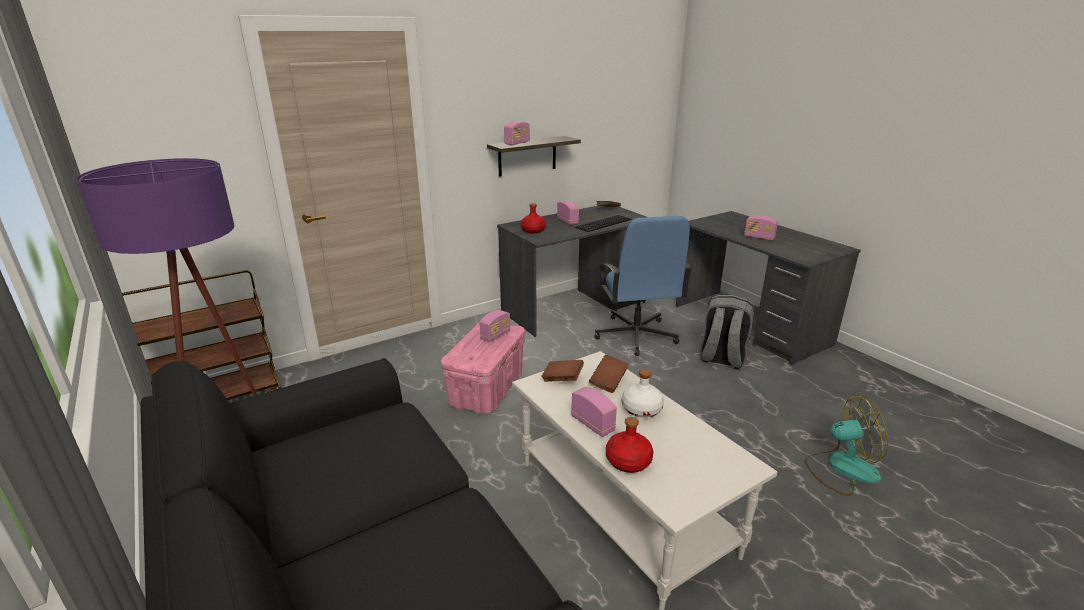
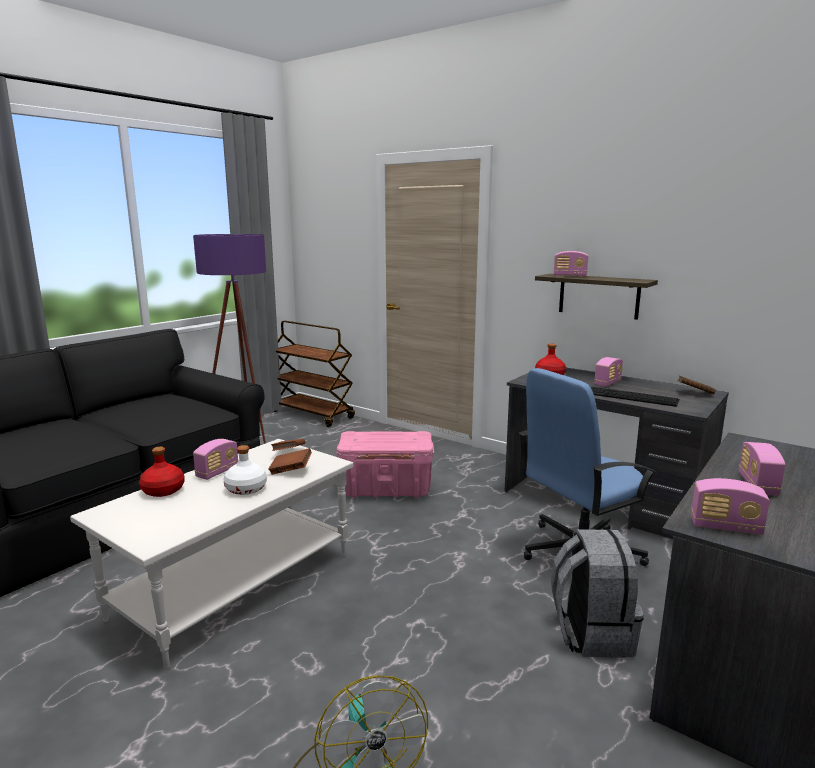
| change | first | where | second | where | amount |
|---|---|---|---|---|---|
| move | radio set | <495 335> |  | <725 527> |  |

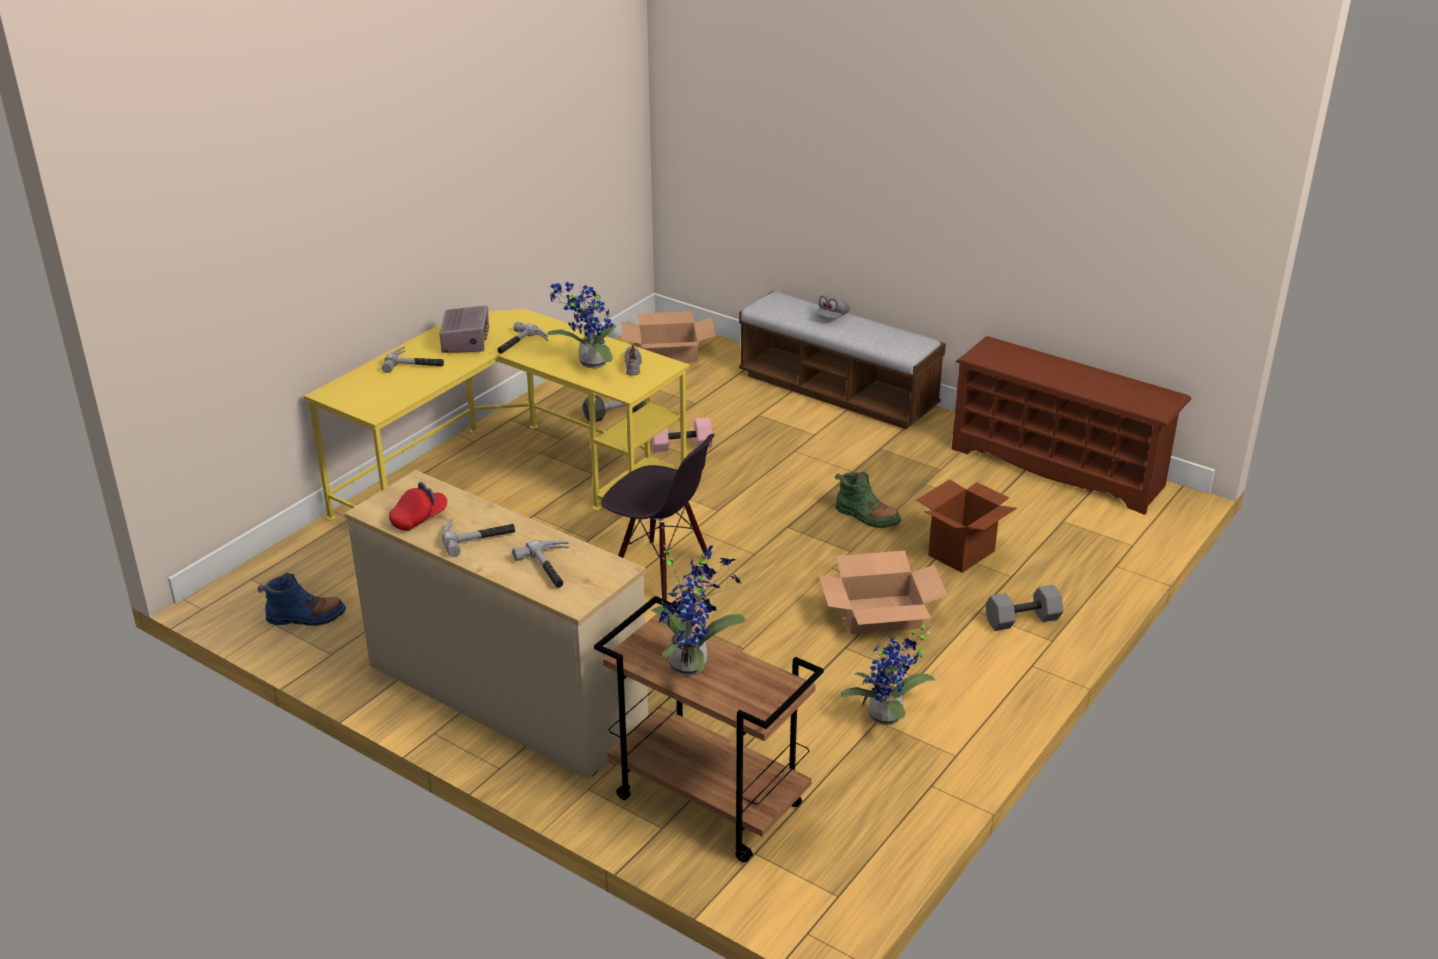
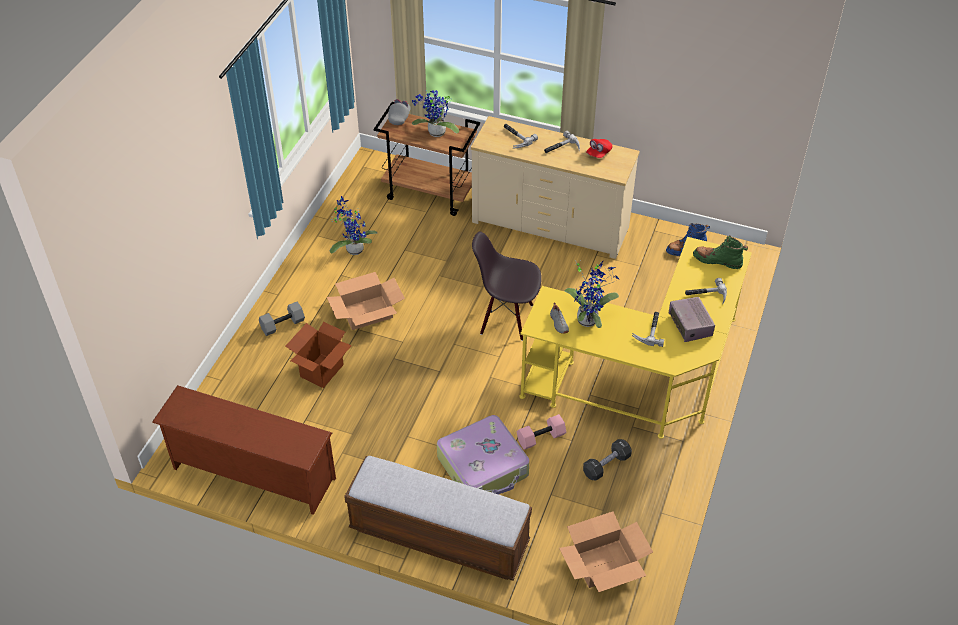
| change | first | where | second | where | amount |
|---|---|---|---|---|---|
| move | greyish peaked cap | <831 317> |  | <399 117> |  |
| move | green high-top boot | <866 516> |  | <717 261> |  |
| insert |  |  | travel case | <484 467> |  |

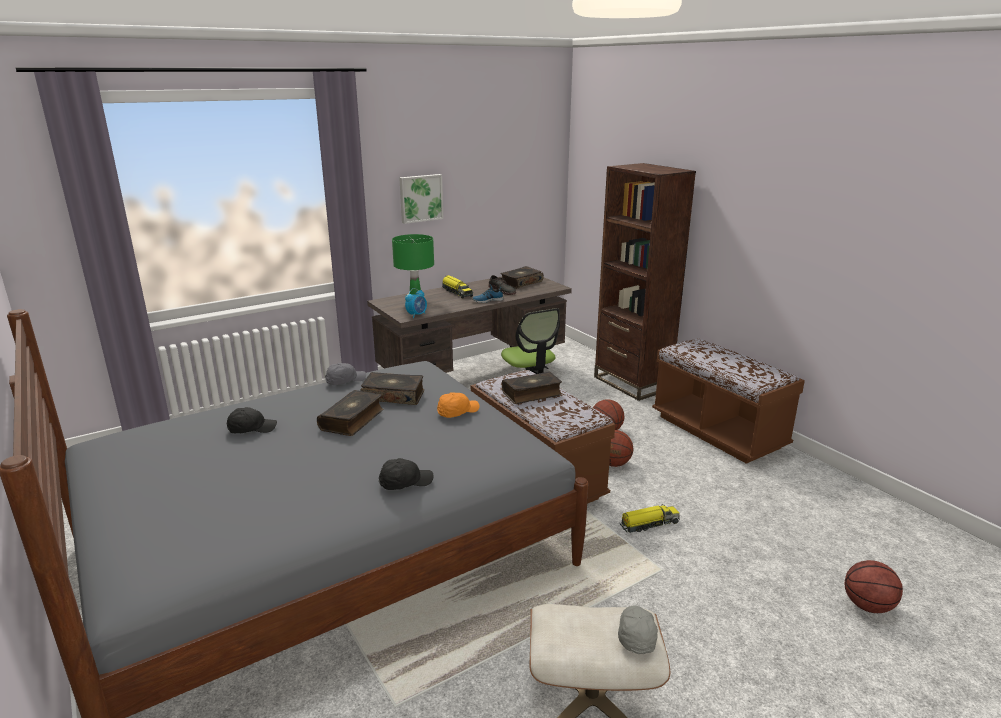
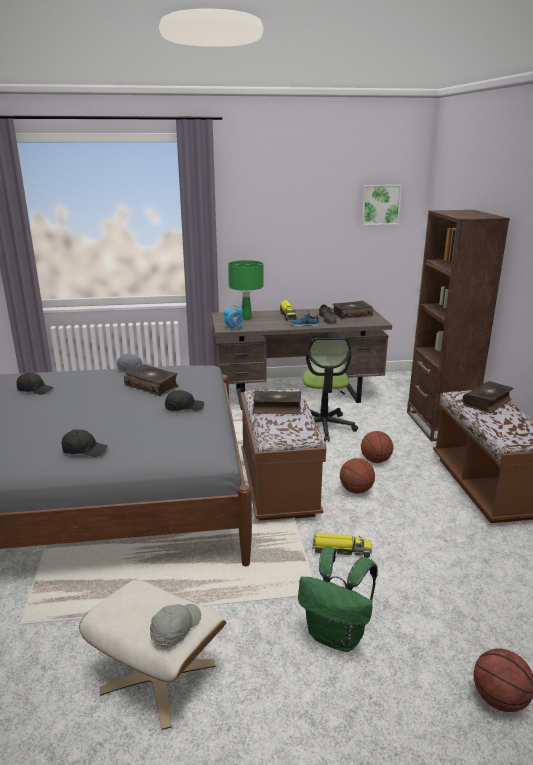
| change | first | where | second | where | amount |
|---|---|---|---|---|---|
| move | book | <353 420> |  | <487 402> |  |
| move | picture | <420 198> |  | <380 204> |  |
| recolor | orangey peaked cap | <457 412> | blackish peaked cap | <183 407> |  |
| insert |  |  | green backpack | <337 636> |  |

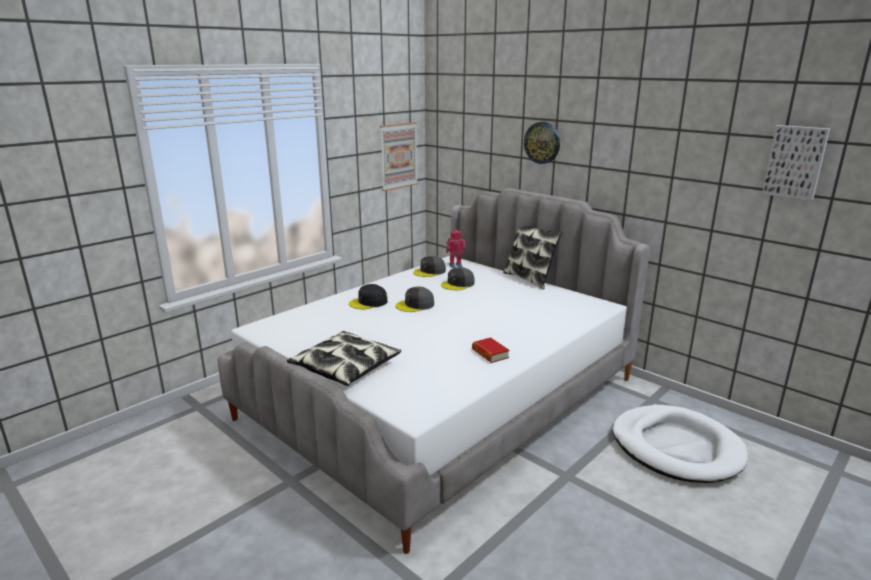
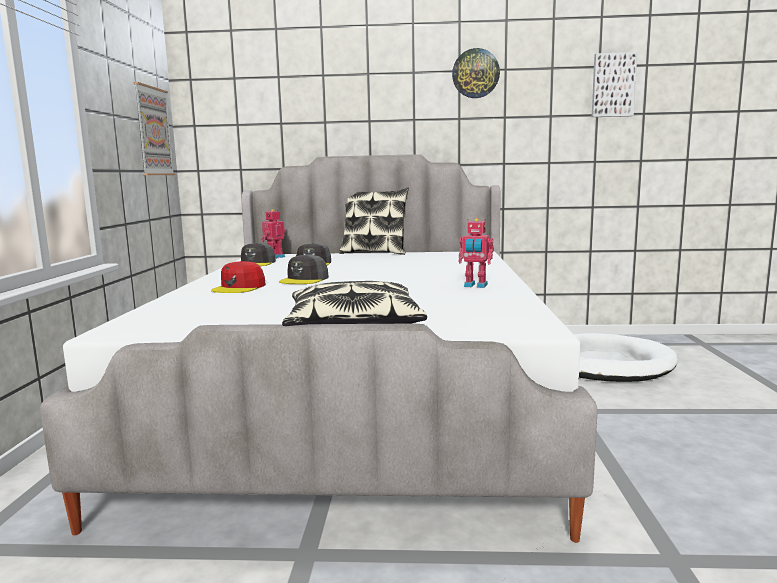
| change | first | where | second | where | amount |
|---|---|---|---|---|---|
| recolor | blackish peaked cap | <368 302> | red peaked cap | <239 287> |  |
| replace | book | <490 354> | model robot | <475 286> |  |
| move | hanging clock | <542 142> |  | <475 73> |  |

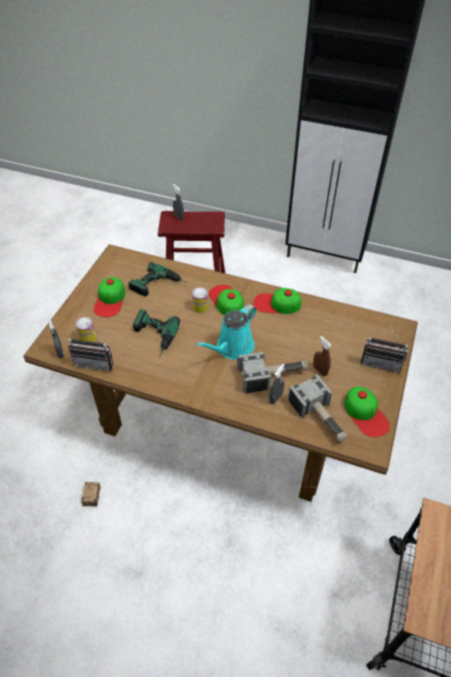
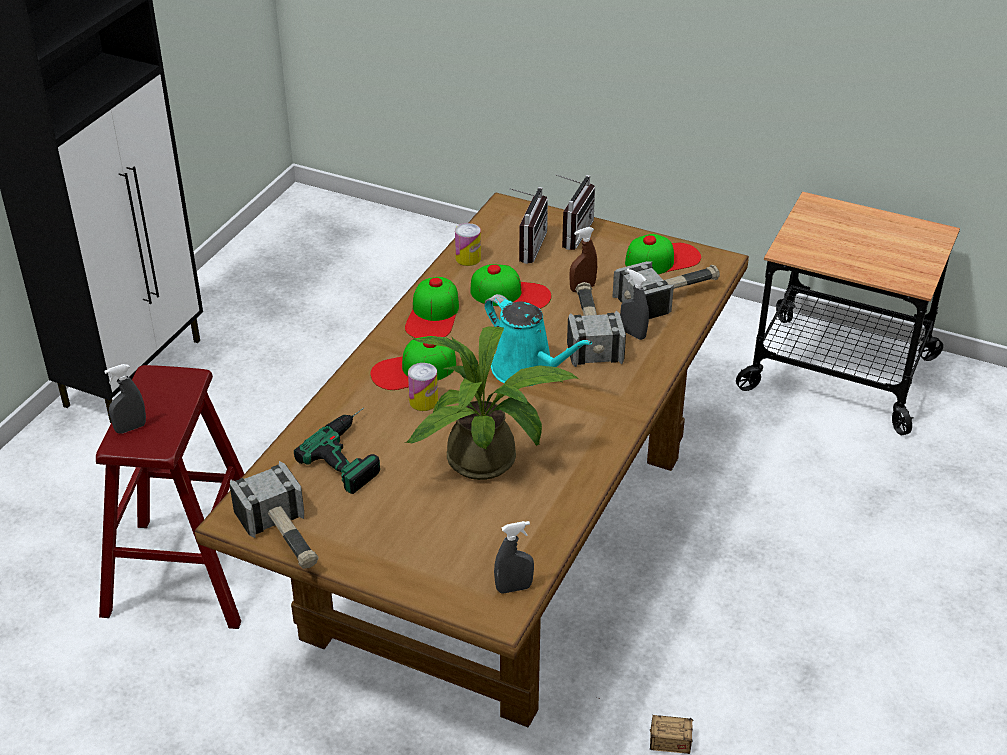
| change | first | where | second | where | amount |
|---|---|---|---|---|---|
| move | radio set | <96 362> |  | <526 246> |  |
| move | metal can | <87 337> |  | <468 258> |  |
| move | peaked cap | <110 300> |  | <510 294> |  |
| replace | power drill | <153 337> | potted plant | <490 461> |  |
| insert |  |  | hand hammer | <284 537> |  |

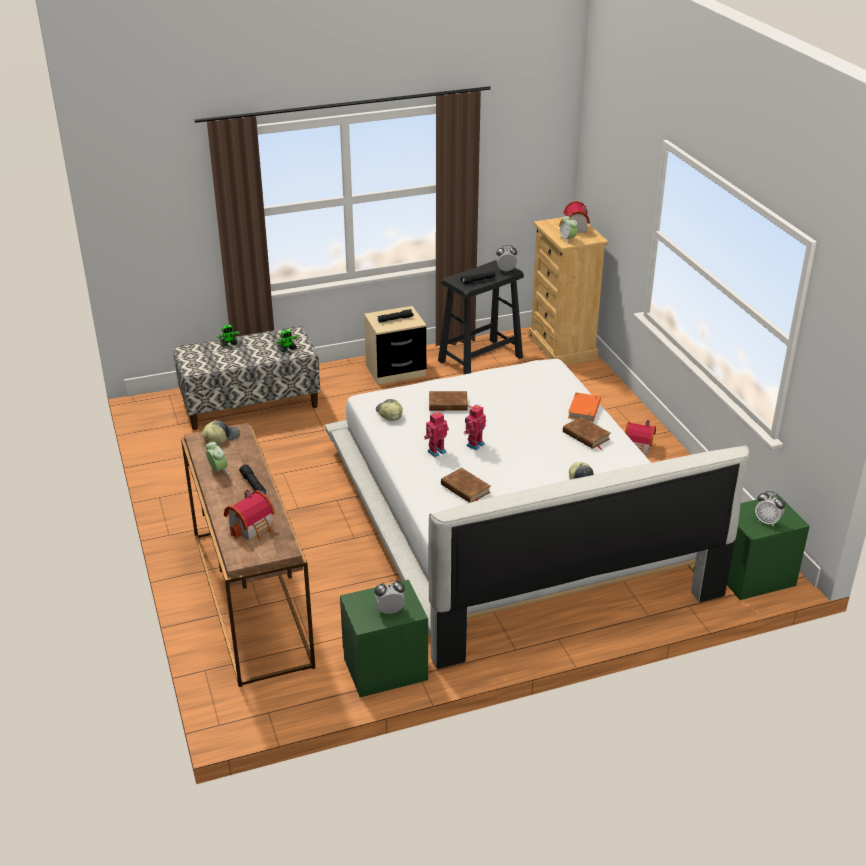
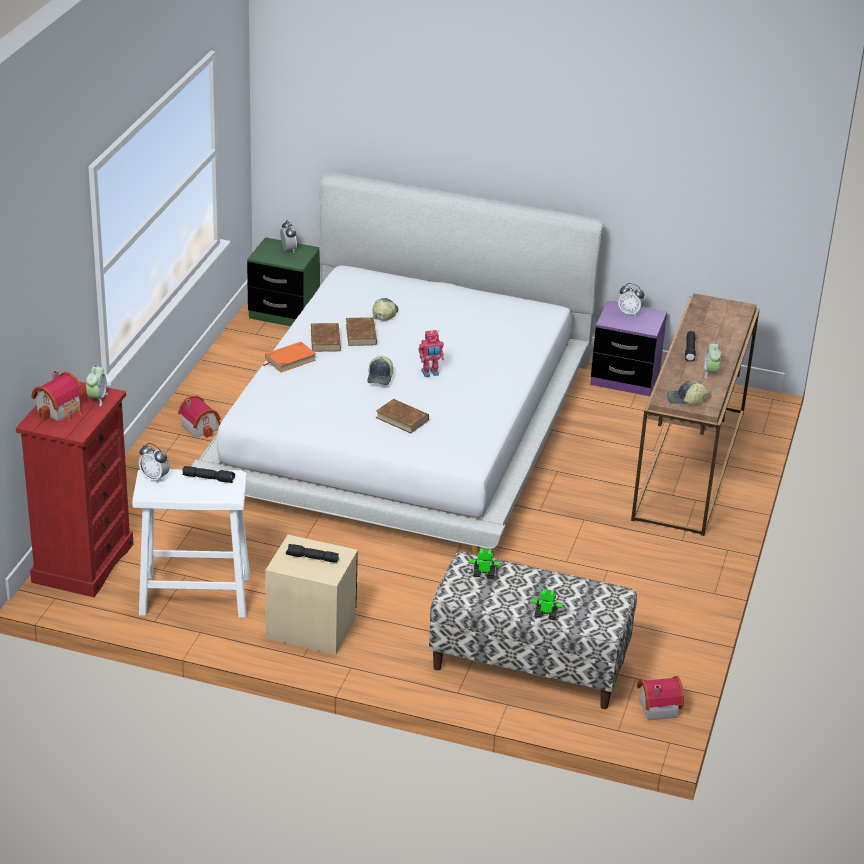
| change | first | where | second | where | amount |
|---|---|---|---|---|---|
| move | model house | <253 527> |  | <656 706> |  |
| recolor | green bedside table | <385 668> | purple bedside table | <625 379> |  |
| move | peaked cap | <388 414> |  | <380 377> |  |
| delete | model robot | <436 451> |  |  |  |
| recolor | blackish sitting stool | <480 359> | white-coloured sitting stool | <196 595> |  |
| move | brownish book | <465 489> |  | <361 334> |  |
| recolor | beige drawer chest | <562 348> | red drawer chest | <83 562> |  |

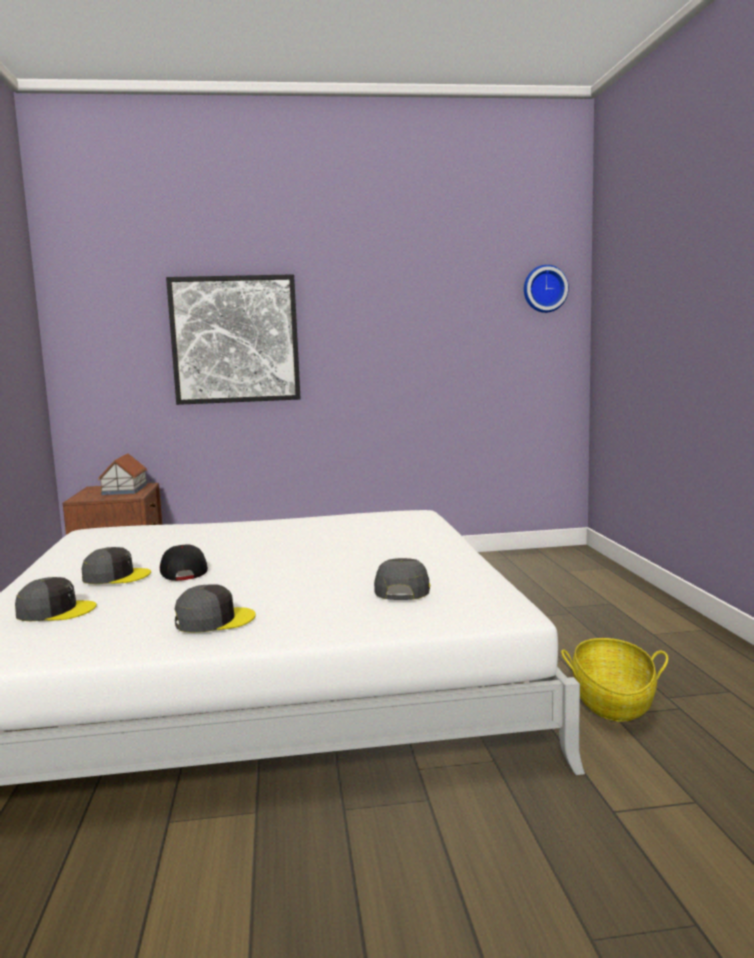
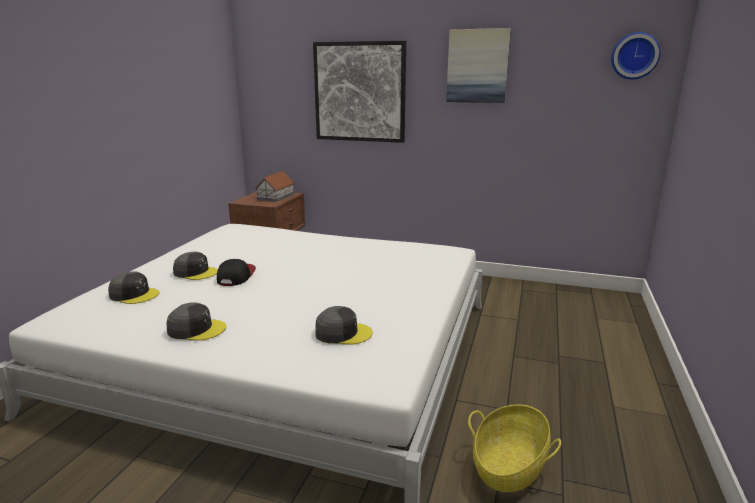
| change | first | where | second | where | amount |
|---|---|---|---|---|---|
| rotate | greyish peaked cap | <402 589> |  | <343 333> | 60 degrees clockwise |
| insert |  |  | picture | <477 66> |  |

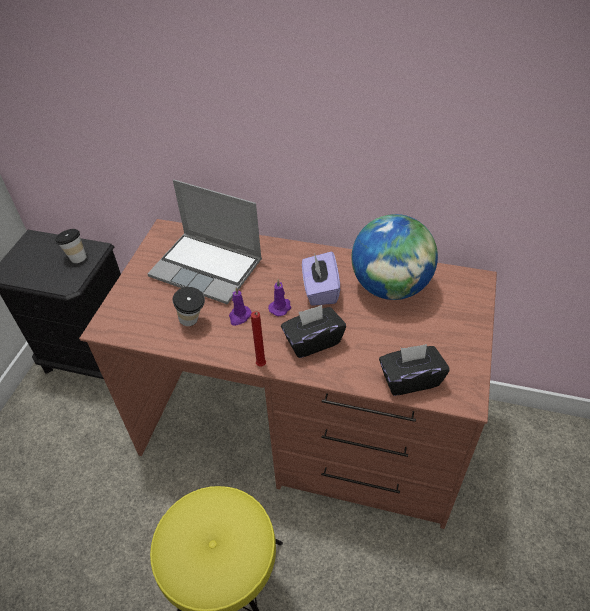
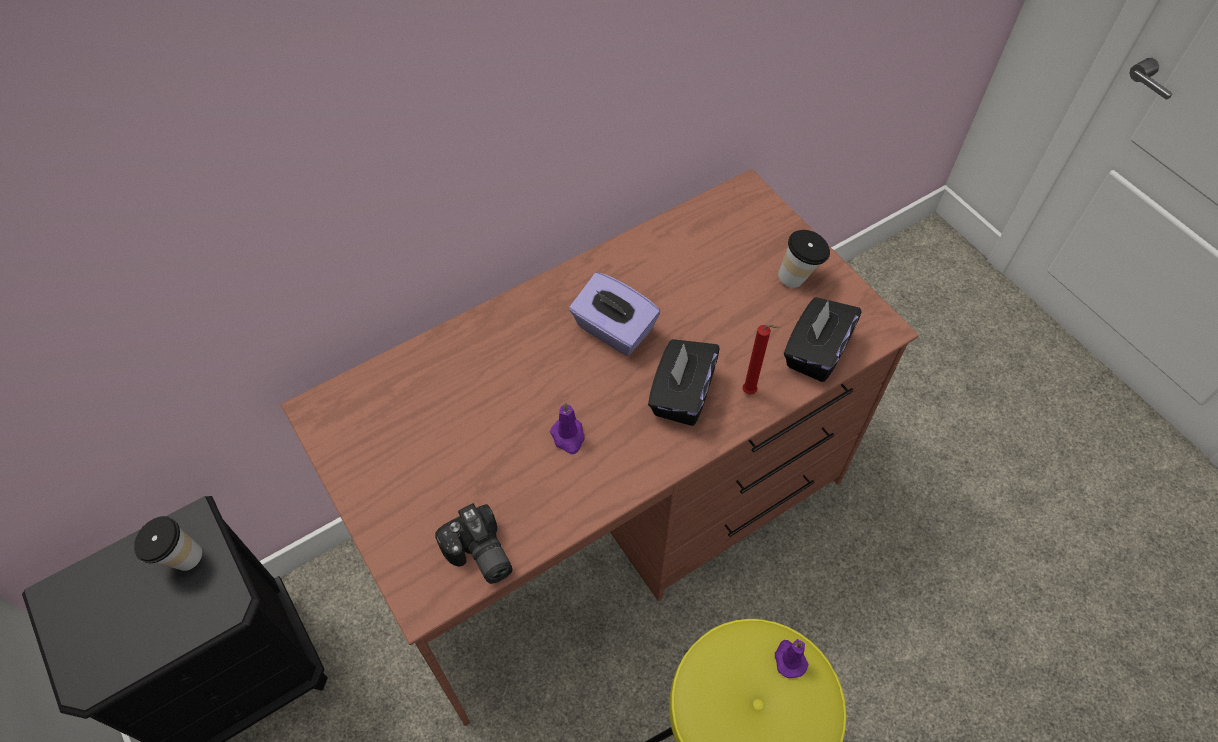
| change | first | where | second | where | amount |
|---|---|---|---|---|---|
| delete | notebook computer | <208 268> |  |  |  |
| move | cup | <193 322> |  | <799 278> |  |
| move | red wax candle | <261 366> |  | <751 392> |  |
| move | purple wax candle | <280 307> |  | <789 659> |  |
| delete | desk globe | <390 287> |  |  |  |
| insert |  |  | still camera | <478 556> |  |

